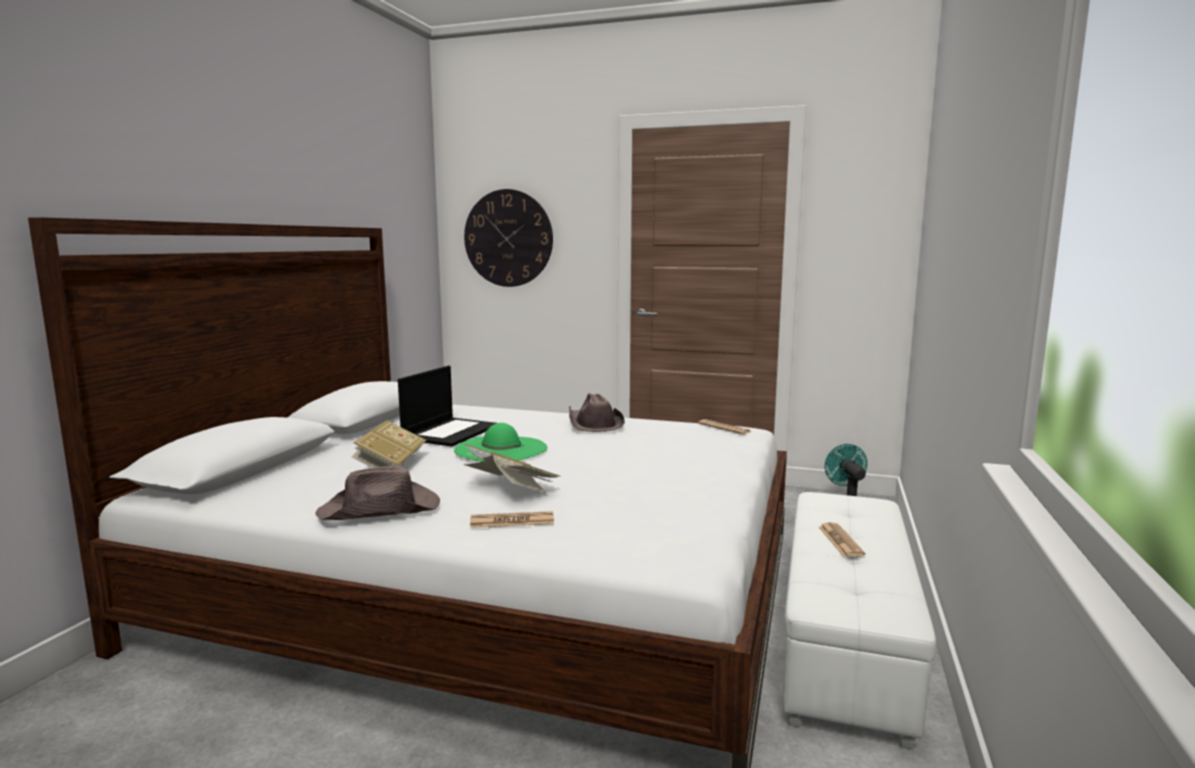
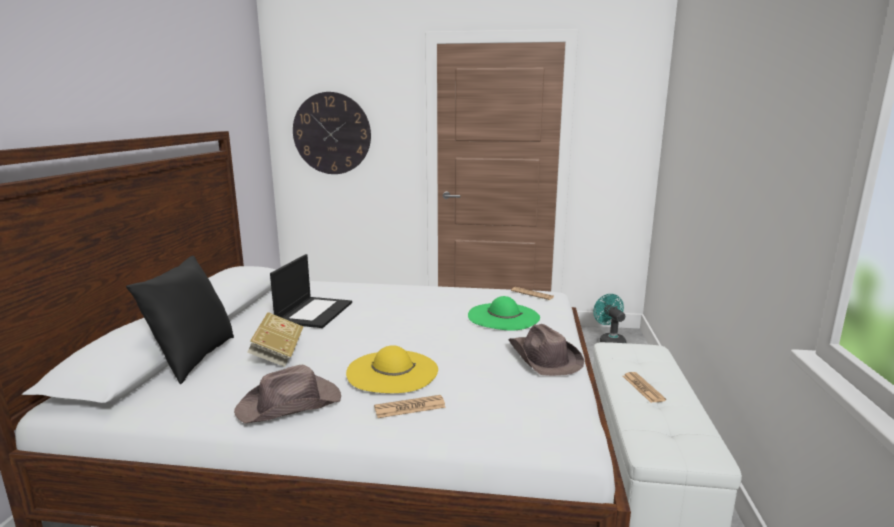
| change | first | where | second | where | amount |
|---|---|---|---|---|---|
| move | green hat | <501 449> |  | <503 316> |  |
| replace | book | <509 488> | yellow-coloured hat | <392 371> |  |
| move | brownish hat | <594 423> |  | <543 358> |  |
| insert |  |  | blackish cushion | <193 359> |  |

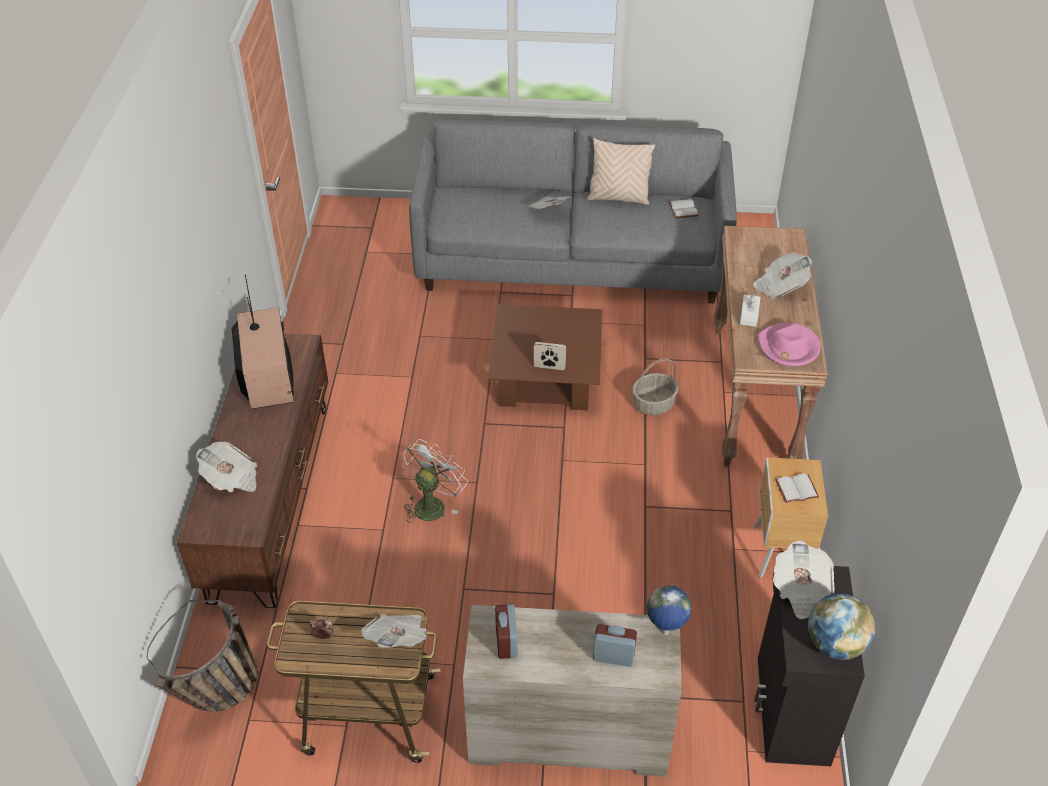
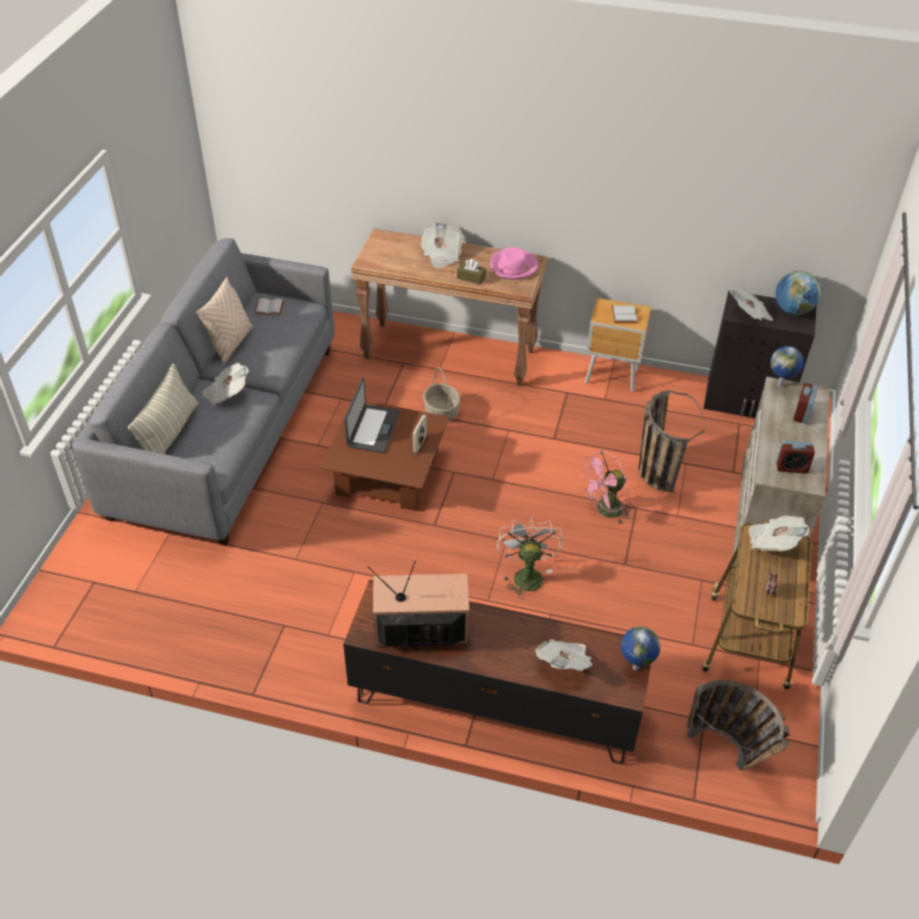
| change | first | where | second | where | amount |
|---|---|---|---|---|---|
| rotate | white-coloured cooling fan | <432 504> |  | <526 574> | 45 degrees clockwise |
| recolor | white-coloured tissue holder | <749 315> | brownish tissue holder | <471 278> |  |
| insert |  |  | cushion | <170 434> |  |
| insert |  |  | notebook computer | <372 429> |  |
| insert |  |  | pink-coloured cooling fan | <605 511> |  |
| insert |  |  | desk globe | <635 667> |  |
| insert |  |  | storage basket | <655 466> |  |

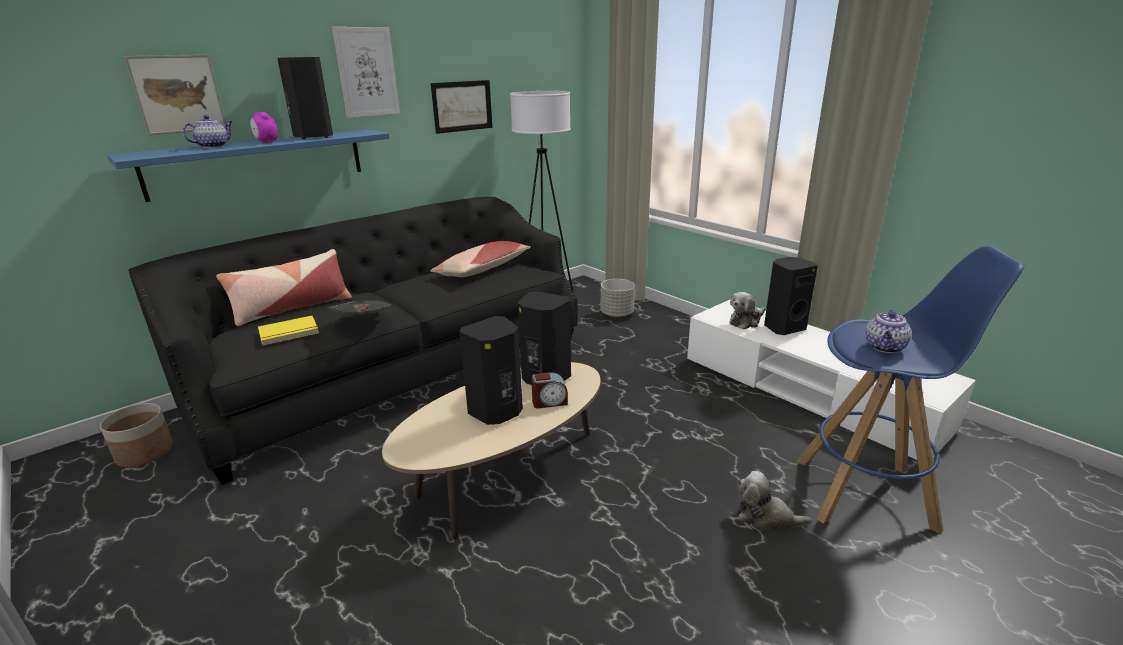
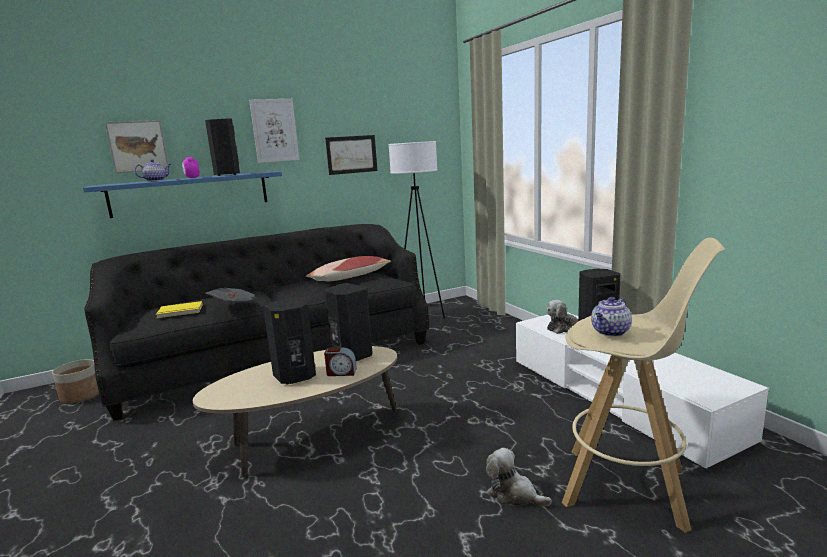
| change | first | where | second | where | amount |
|---|---|---|---|---|---|
| delete | cushion | <292 308> |  |  |  |
| delete | greyish flower pot | <617 314> |  |  |  |
| recolor | blue-coloured sitting stool | <866 493> | beige sitting stool | <626 487> |  |

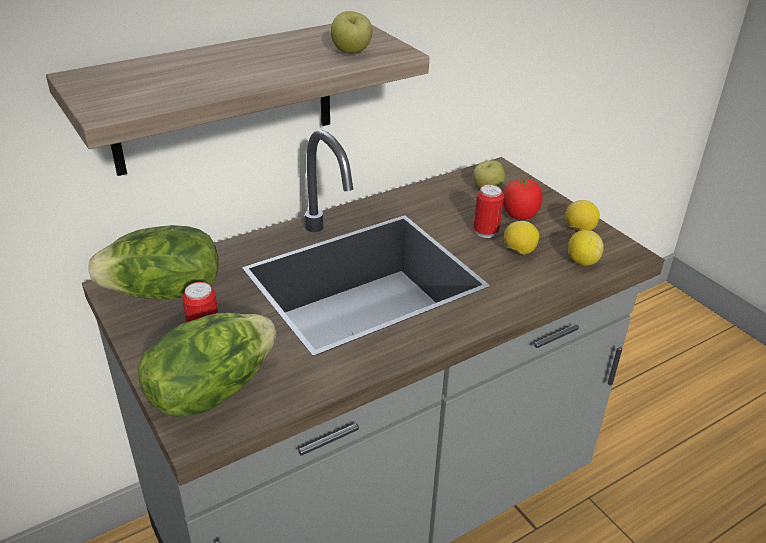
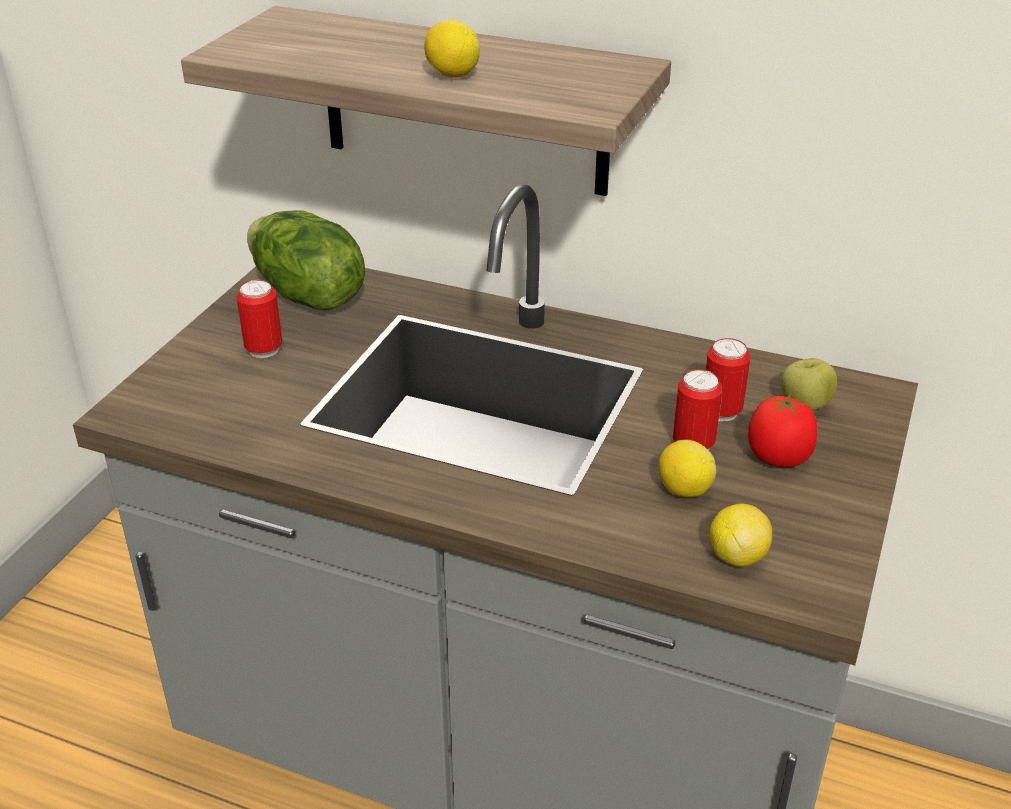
| change | first | where | second | where | amount |
|---|---|---|---|---|---|
| delete | head of lettuce | <211 390> |  |  |  |
| delete | whole apple | <351 53> |  |  |  |
| move | whole lemon | <579 230> |  | <452 75> |  |
| insert |  |  | metal can | <721 412> |  |

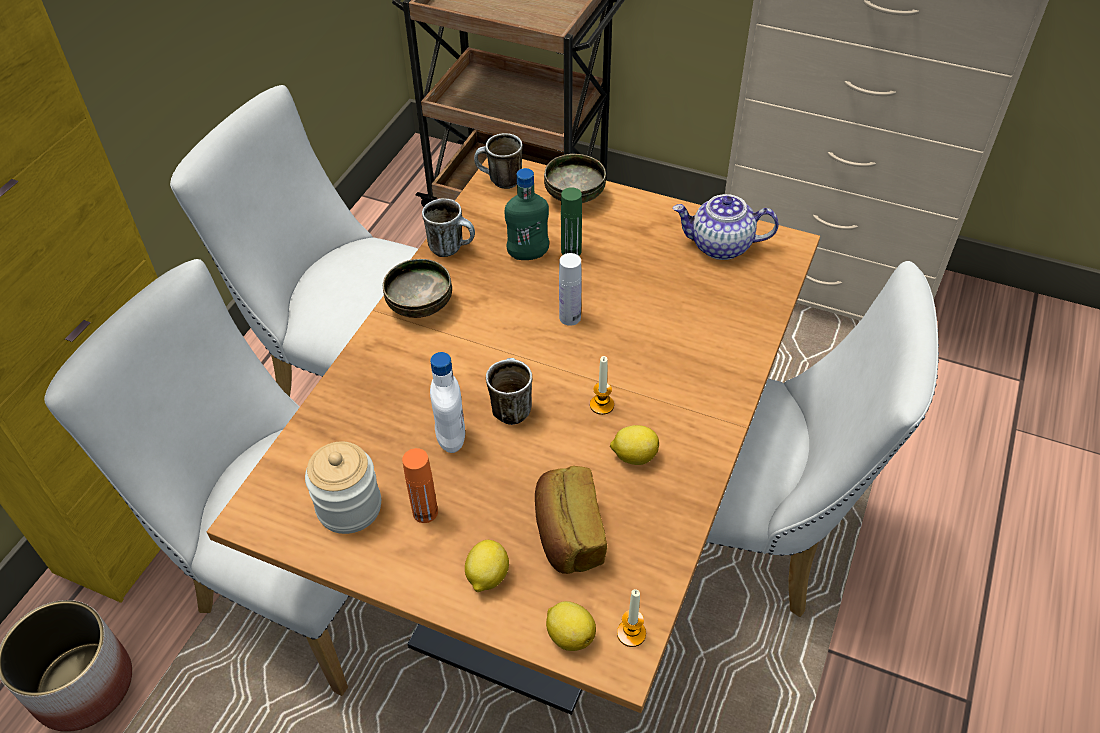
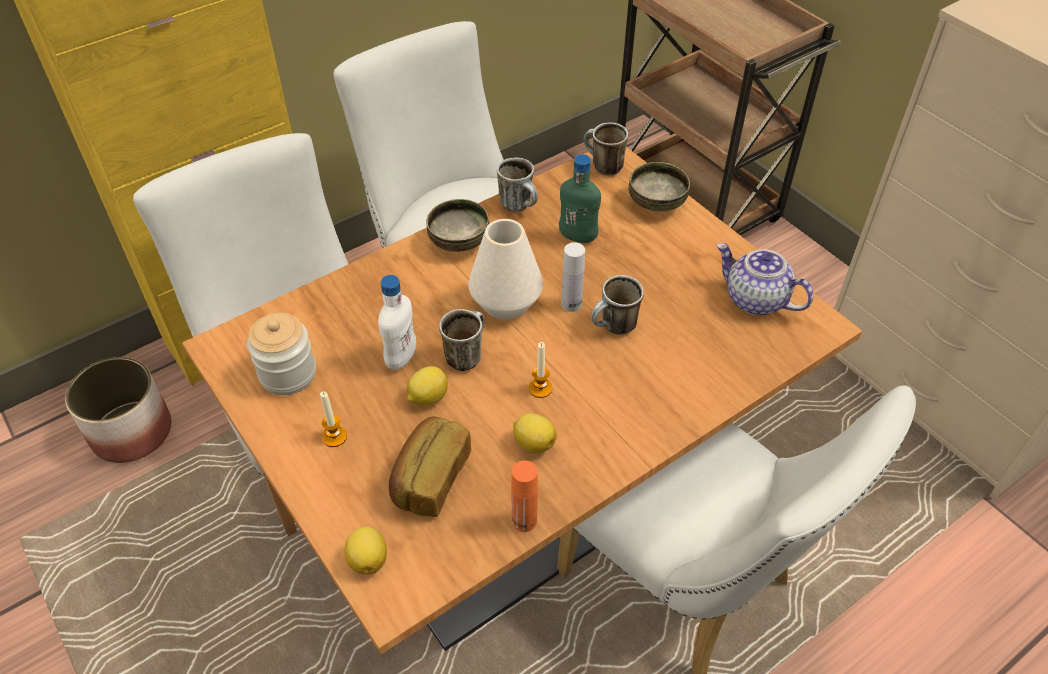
| change | first | where | second | where | amount |
|---|---|---|---|---|---|
| move | orangey bottle | <425 512> |  | <524 521> |  |
| move | whole lemon | <487 577> |  | <427 397> |  |
| delete | green bottle | <571 251> |  |  |  |
| move | wax candle | <631 633> |  | <334 437> |  |
| insert |  |  | white-coloured vase | <506 303> |  |
| insert |  |  | tea mug | <614 328> |  |

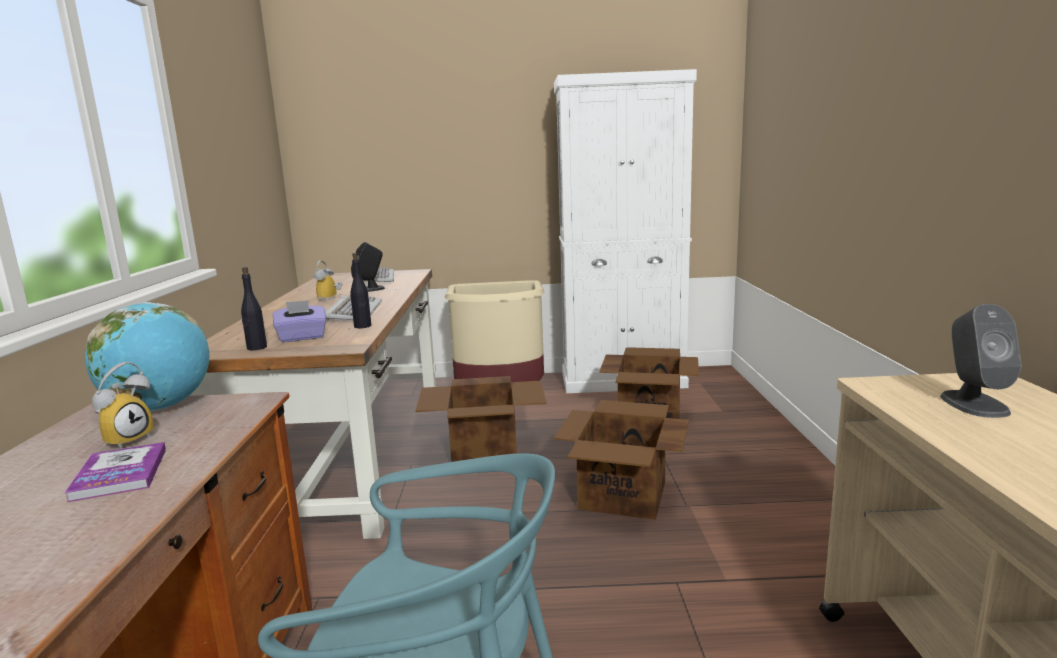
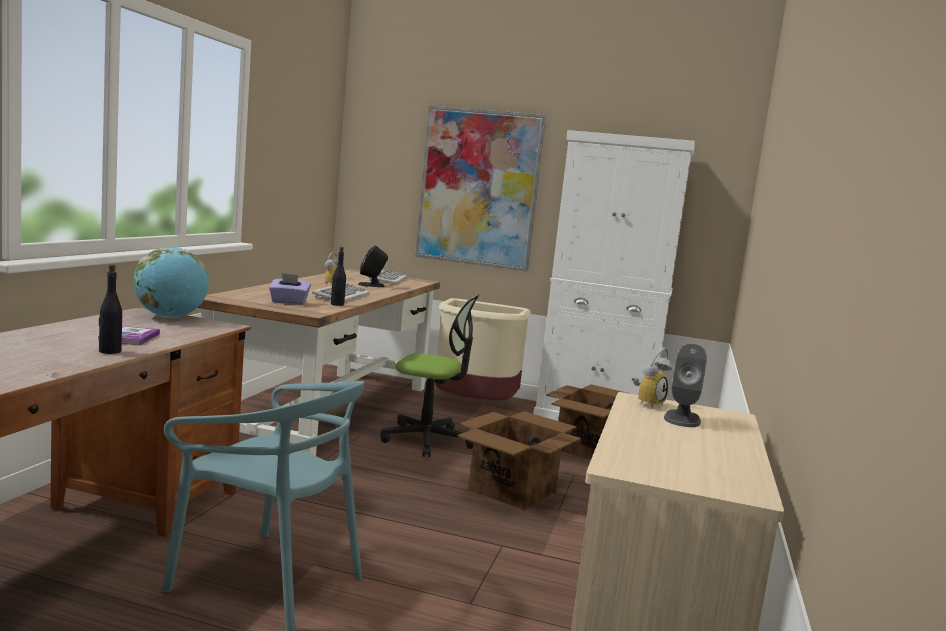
| change | first | where | second | where | amount |
|---|---|---|---|---|---|
| move | table clock | <127 439> |  | <647 403> |  |
| move | blackish bottle | <256 348> |  | <109 351> |  |
| replace | packing box | <486 453> | desk chair | <427 440> |  |
| insert |  |  | picture | <479 188> |  |

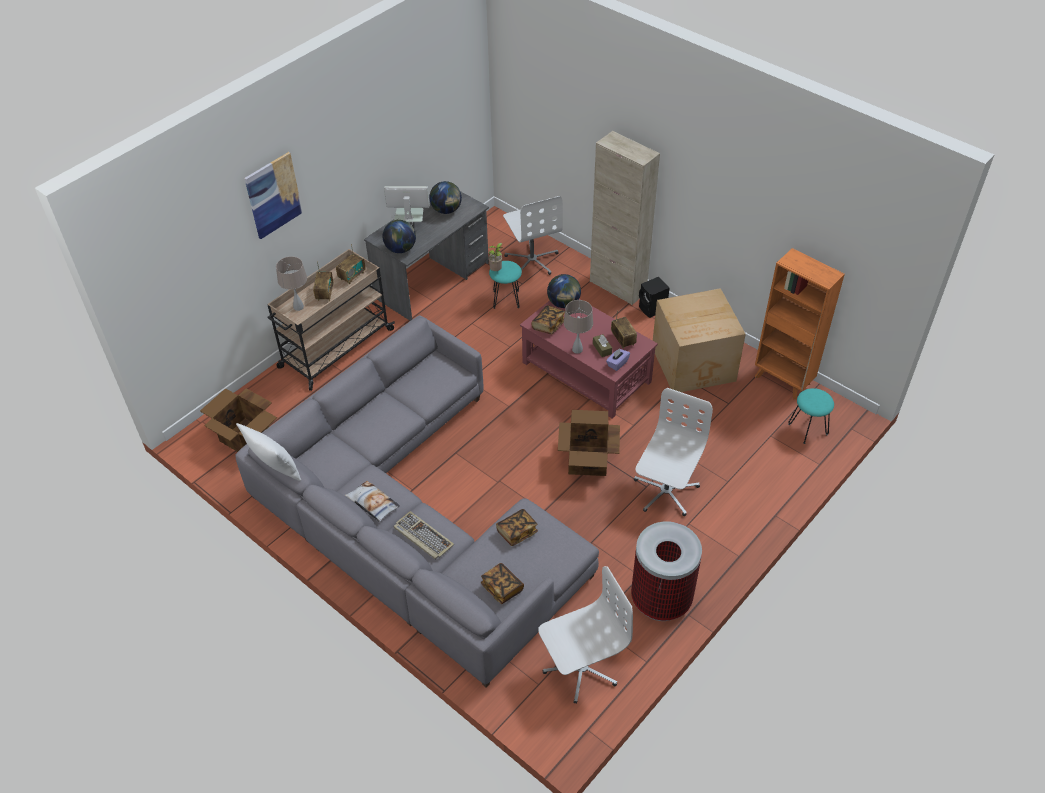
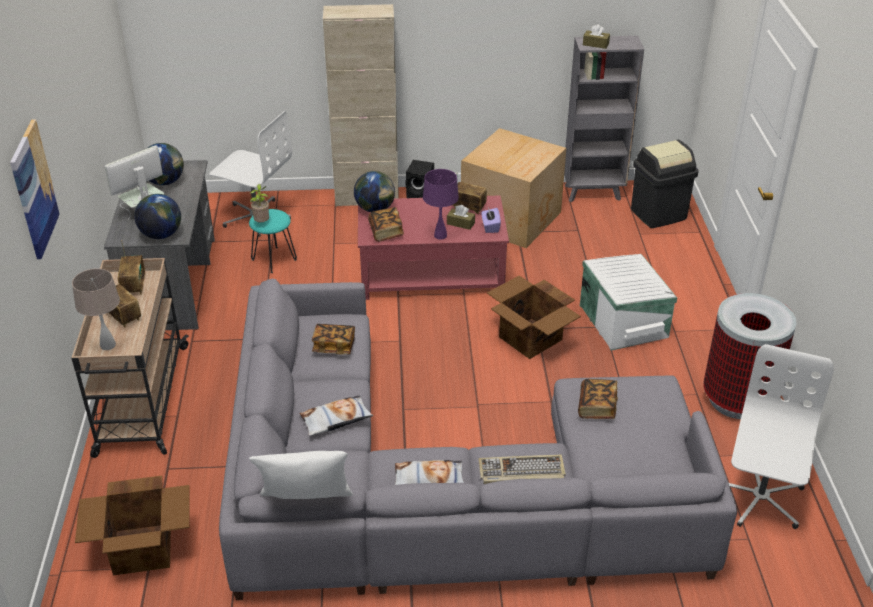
| change | first | where | second | where | amount |
|---|---|---|---|---|---|
| move | book | <502 588> |  | <334 346> |  |
| recolor | beige table lamp | <577 349> | purple table lamp | <440 236> |  |
| replace | white-coloured desk chair | <665 491> | white-coloured storage box | <624 320> |  |
| recolor | orangey bookcase | <783 381> | greyish bookcase | <594 193> |  |
| replace | blue-green sitting stool | <808 429> | blackish trash can | <658 214> |  |
| insert |  |  | cushion | <336 420> |  |
| insert |  |  | brownish tissue holder | <595 44> |  |

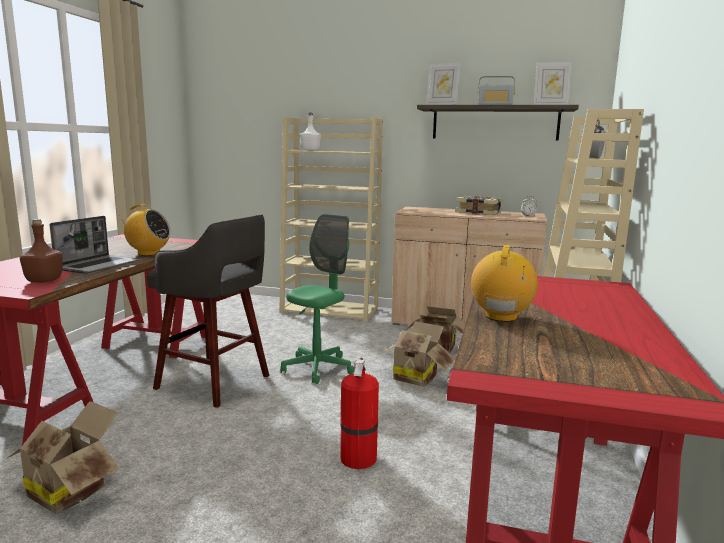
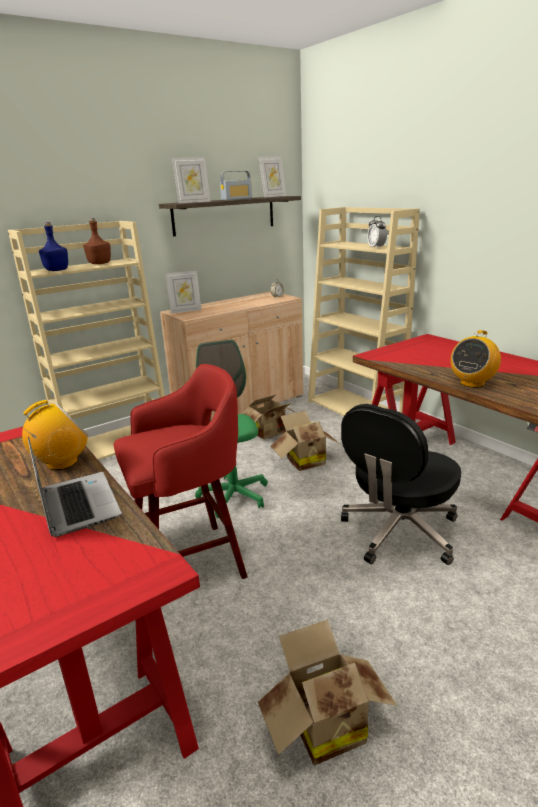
| change | first | where | second | where | amount |
|---|---|---|---|---|---|
| move | brownish bottle | <44 280> |  | <99 263> |  |
| recolor | greyish sitting stool | <216 383> | red sitting stool | <192 562> |  |
| recolor | white-coloured bottle | <310 150> | blue-coloured bottle | <57 270> |  |
| replace | extinguisher | <358 457> | blackish desk chair | <398 532> |  |
| delete | book | <478 213> |  |  |  |
| rotate | radio set | <501 317> |  | <472 383> | 105 degrees counterclockwise |
| insert |  |  | photo frame | <185 311> |  |

